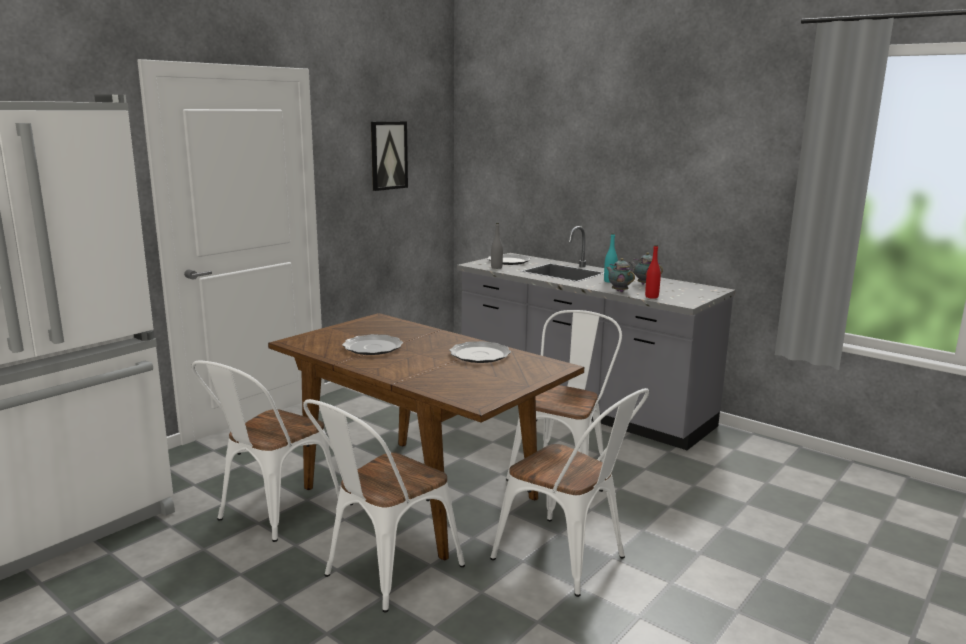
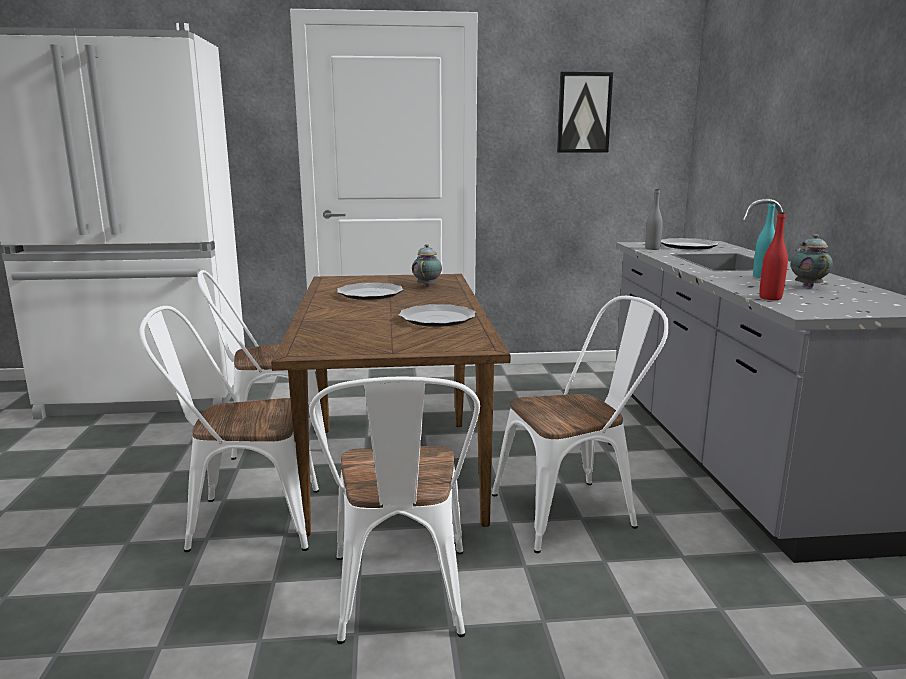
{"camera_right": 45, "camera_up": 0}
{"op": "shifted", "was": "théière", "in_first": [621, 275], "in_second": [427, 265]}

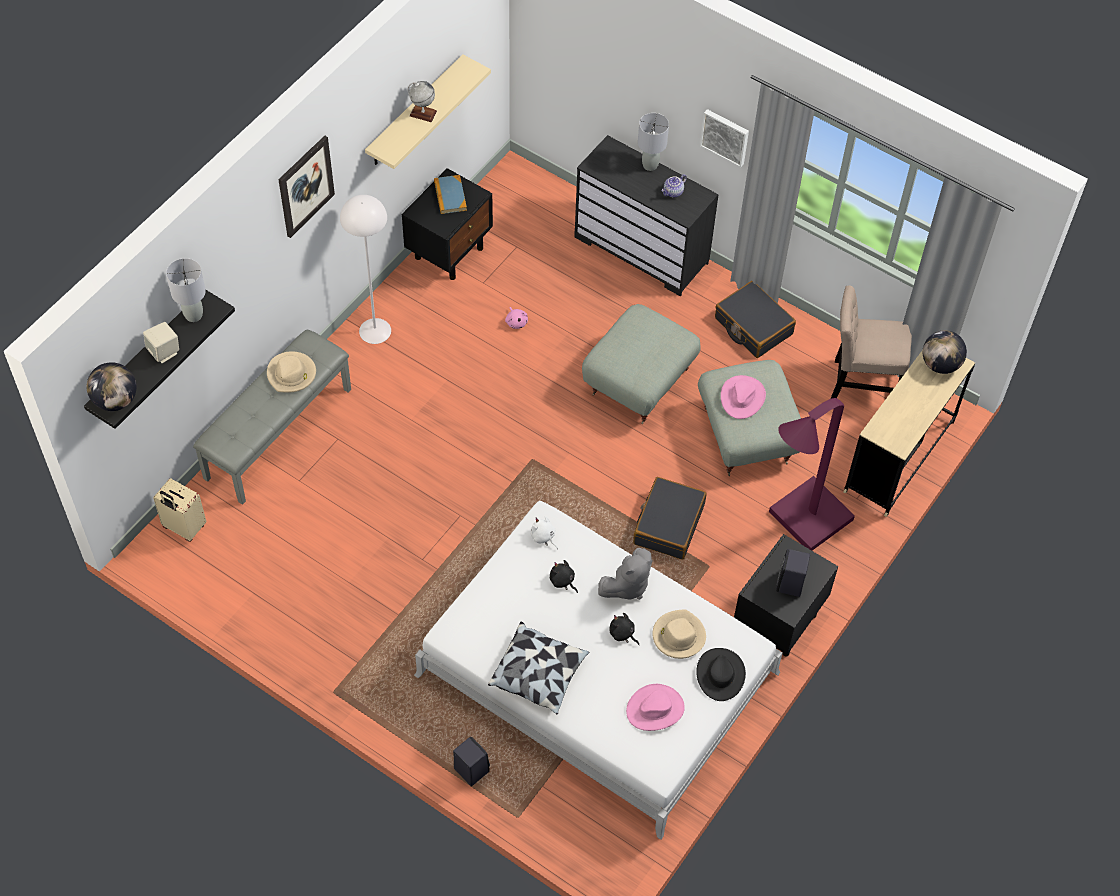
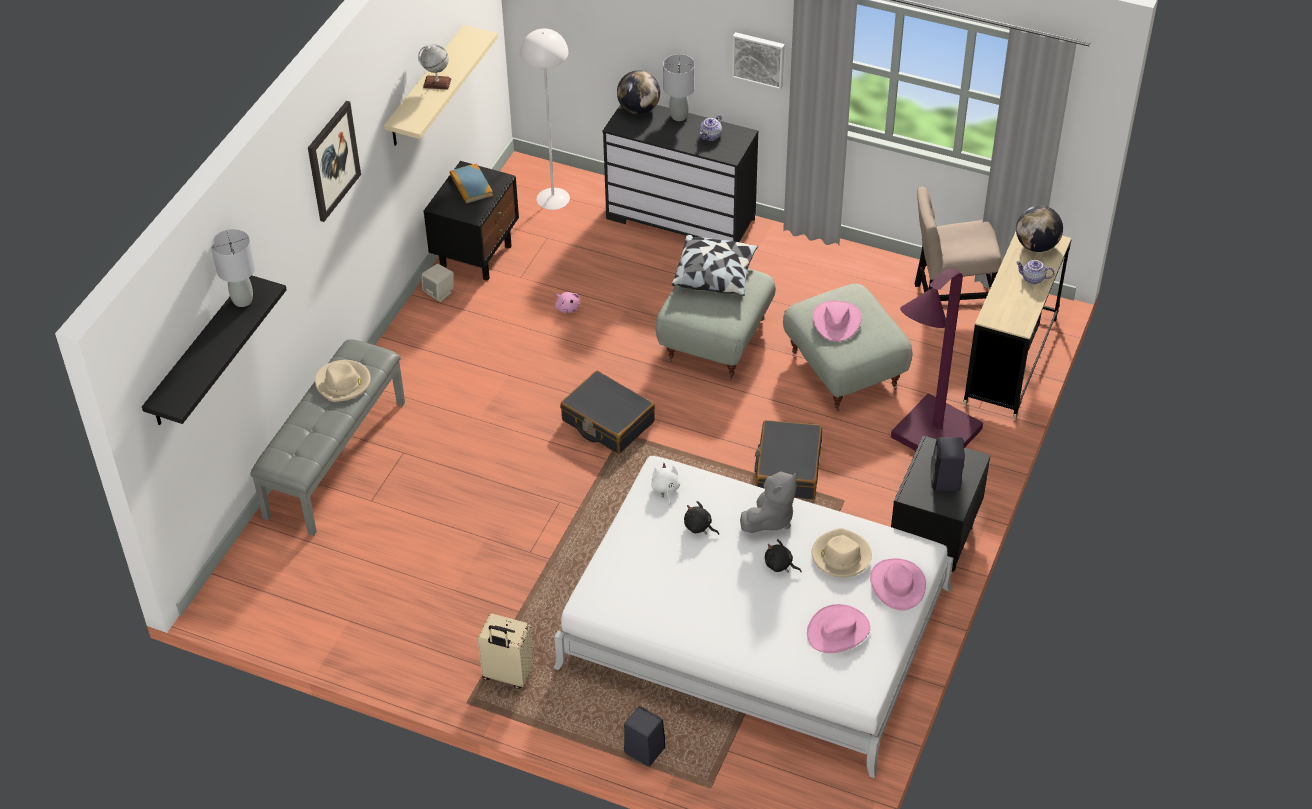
{"camera_right": -10, "camera_up": -10}
{"op": "new", "now": "théière", "in_second": [1035, 272]}
{"op": "shifted", "was": "globe", "in_first": [111, 386], "in_second": [638, 92]}
{"op": "shifted", "was": "enceinte [beige]", "in_first": [161, 342], "in_second": [438, 283]}
{"op": "shifted", "was": "valise [beige]", "in_first": [180, 510], "in_second": [505, 651]}
{"op": "shifted", "was": "lampadaire [blanc]", "in_first": [365, 269], "in_second": [545, 119]}
{"op": "shifted", "was": "coussin", "in_first": [538, 668], "in_second": [715, 265]}
{"op": "shifted", "was": "valise [noir]", "in_first": [755, 319], "in_second": [607, 412]}
{"op": "repainted", "was": "chapeau [noir]", "now": "chapeau [rose]", "in_first": [721, 674], "in_second": [898, 584]}
{"op": "rotated", "was": "peluche [blanc]", "in_first": [544, 532], "in_second": [665, 483], "clockwise": 45}

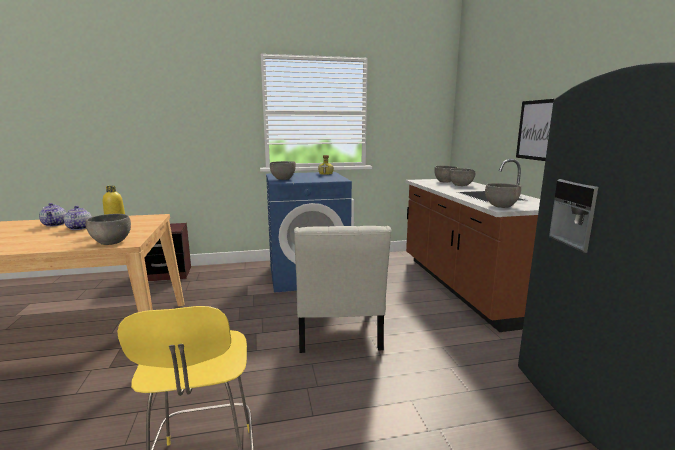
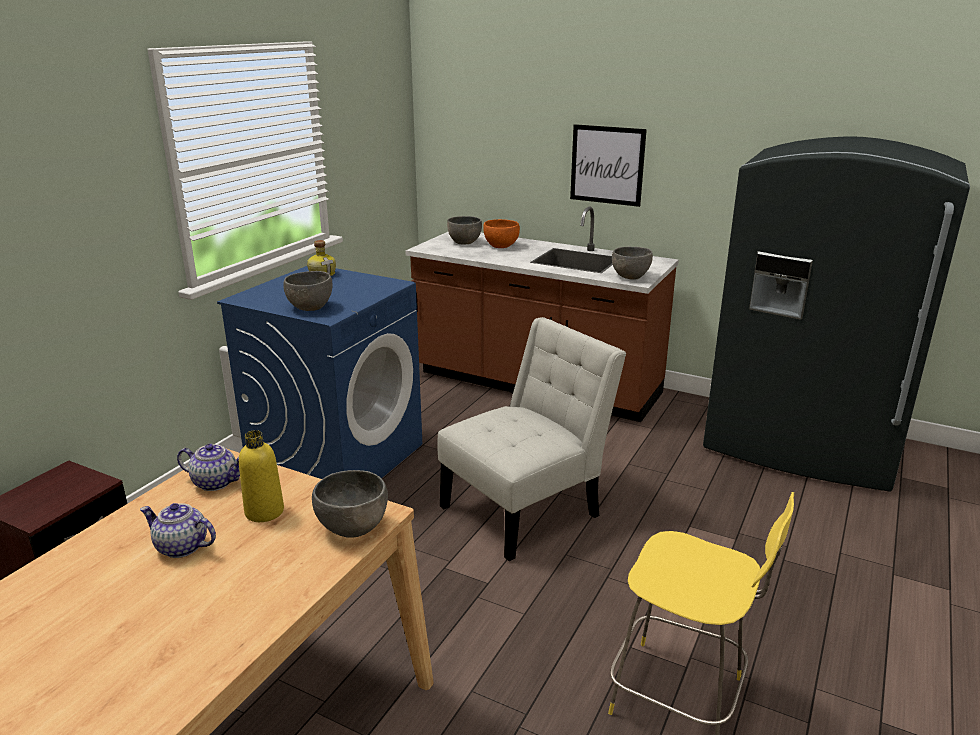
{"camera_right": -50, "camera_up": 10}
{"op": "shifted", "was": "théière", "in_first": [52, 215], "in_second": [208, 467]}
{"op": "repainted", "was": "bol [gris]", "now": "bol [orange]", "in_first": [462, 177], "in_second": [501, 233]}
{"op": "rotated", "was": "chaise [blanc]", "in_first": [343, 289], "in_second": [531, 439], "clockwise": -75}

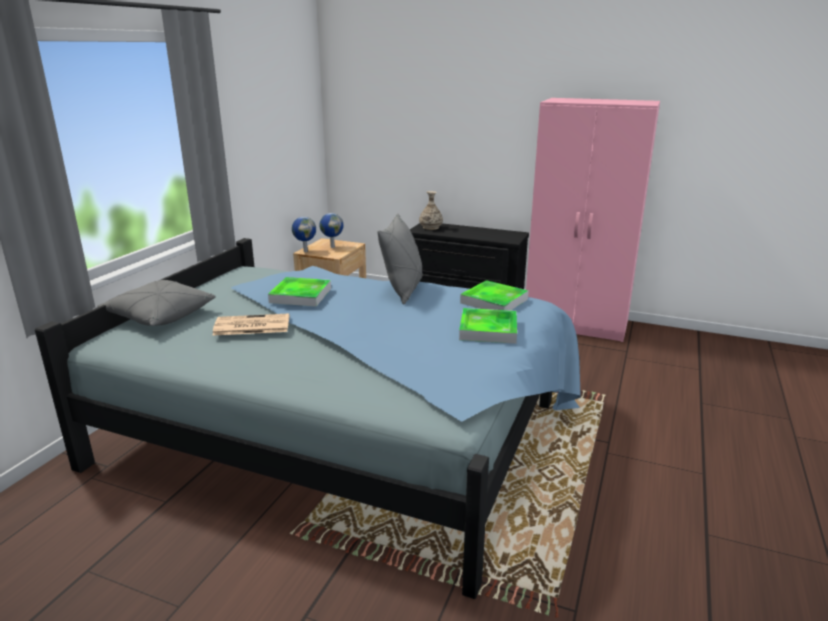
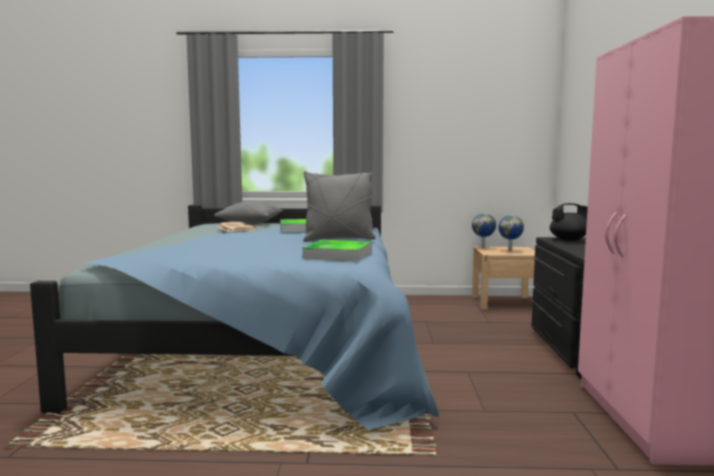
{"camera_right": 70, "camera_up": -15}
{"op": "gone", "was": "plateau", "in_first": [488, 326]}
{"op": "swapped", "was": "vase", "now": "théière [noir]", "in_first": [431, 210], "in_second": [569, 222]}

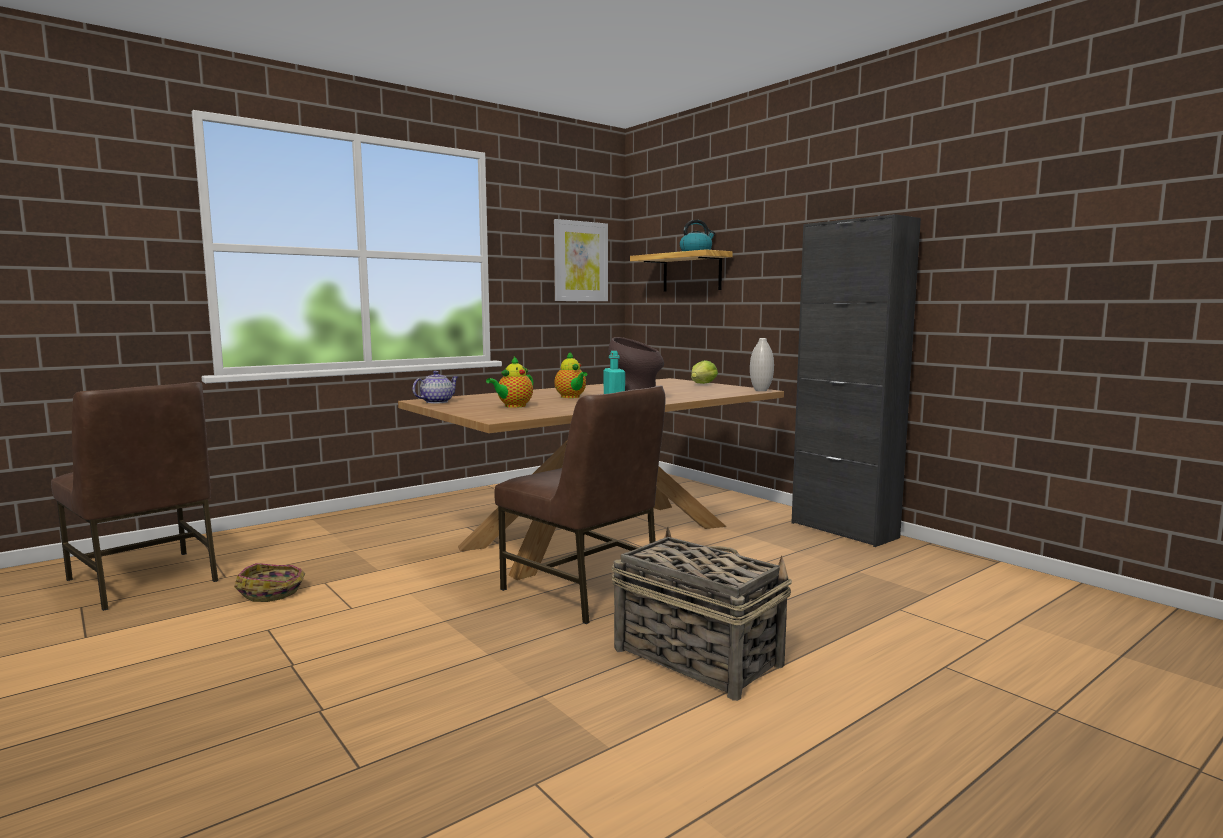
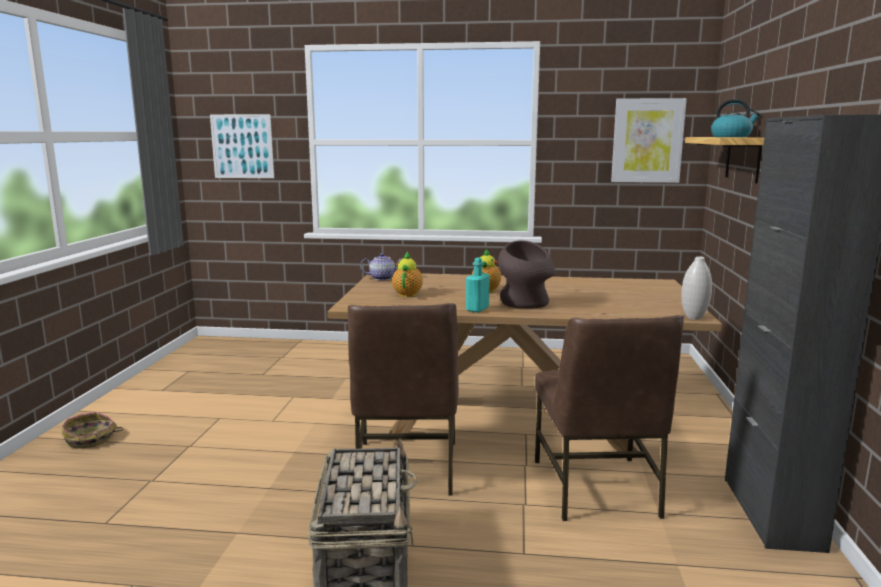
{"camera_right": 45, "camera_up": 5}
{"op": "gone", "was": "laitue", "in_first": [704, 372]}
{"op": "new", "now": "tableau", "in_second": [242, 146]}
{"op": "shifted", "was": "chaise [marron]", "in_first": [134, 496], "in_second": [609, 418]}
{"op": "shifted", "was": "panier", "in_first": [269, 582], "in_second": [92, 430]}
{"op": "rotated", "was": "théière", "in_first": [509, 382], "in_second": [407, 274], "clockwise": 105}

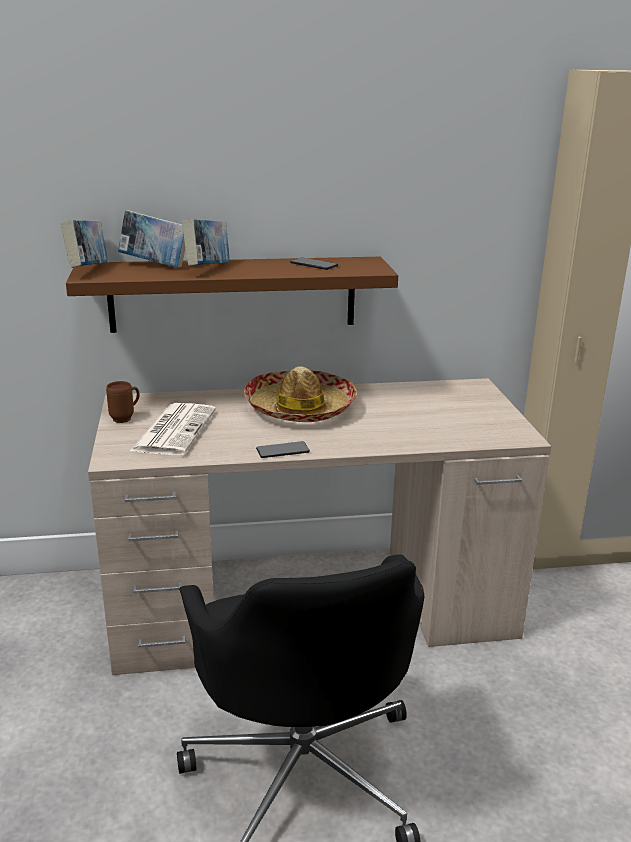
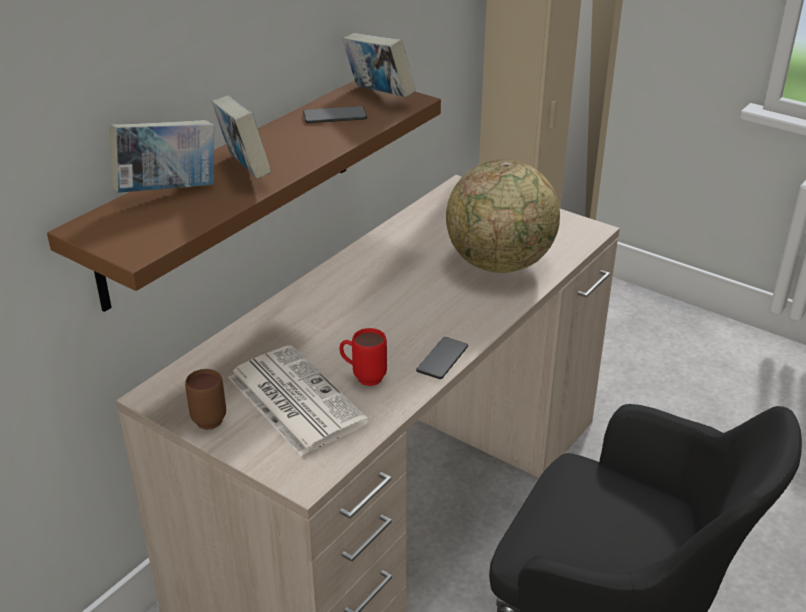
{"camera_right": -45, "camera_up": 10}
{"op": "gone", "was": "chapeau", "in_first": [300, 394]}
{"op": "new", "now": "mug [rouge]", "in_second": [363, 357]}
{"op": "new", "now": "globe", "in_second": [503, 216]}
{"op": "shifted", "was": "livre", "in_first": [84, 244], "in_second": [379, 65]}

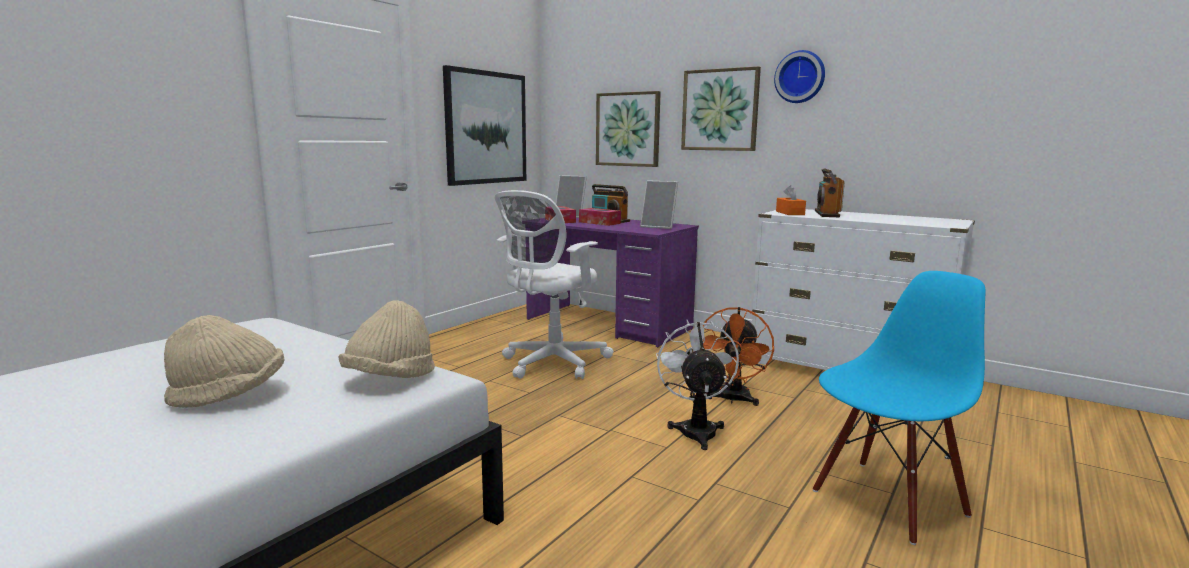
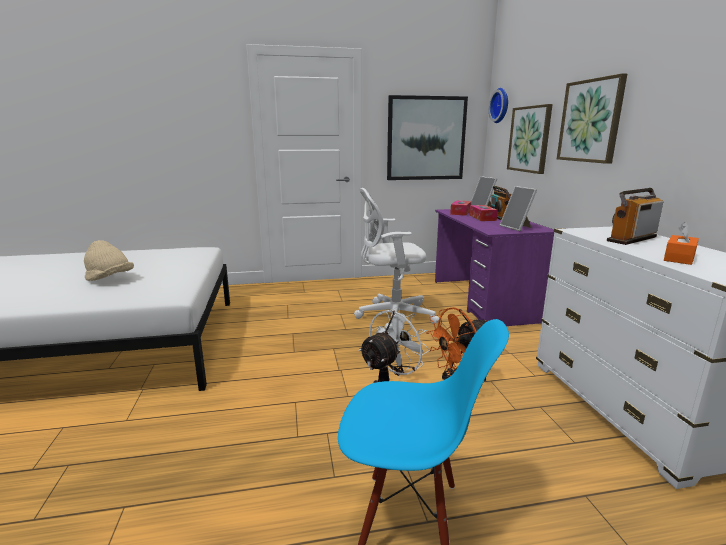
{"camera_right": 45, "camera_up": 5}
{"op": "gone", "was": "chapeau [beige]", "in_first": [387, 339]}
{"op": "shifted", "was": "horloge murale", "in_first": [799, 76], "in_second": [498, 105]}
{"op": "shifted", "was": "boîte à mouchoirs [orange]", "in_first": [791, 200], "in_second": [681, 243]}

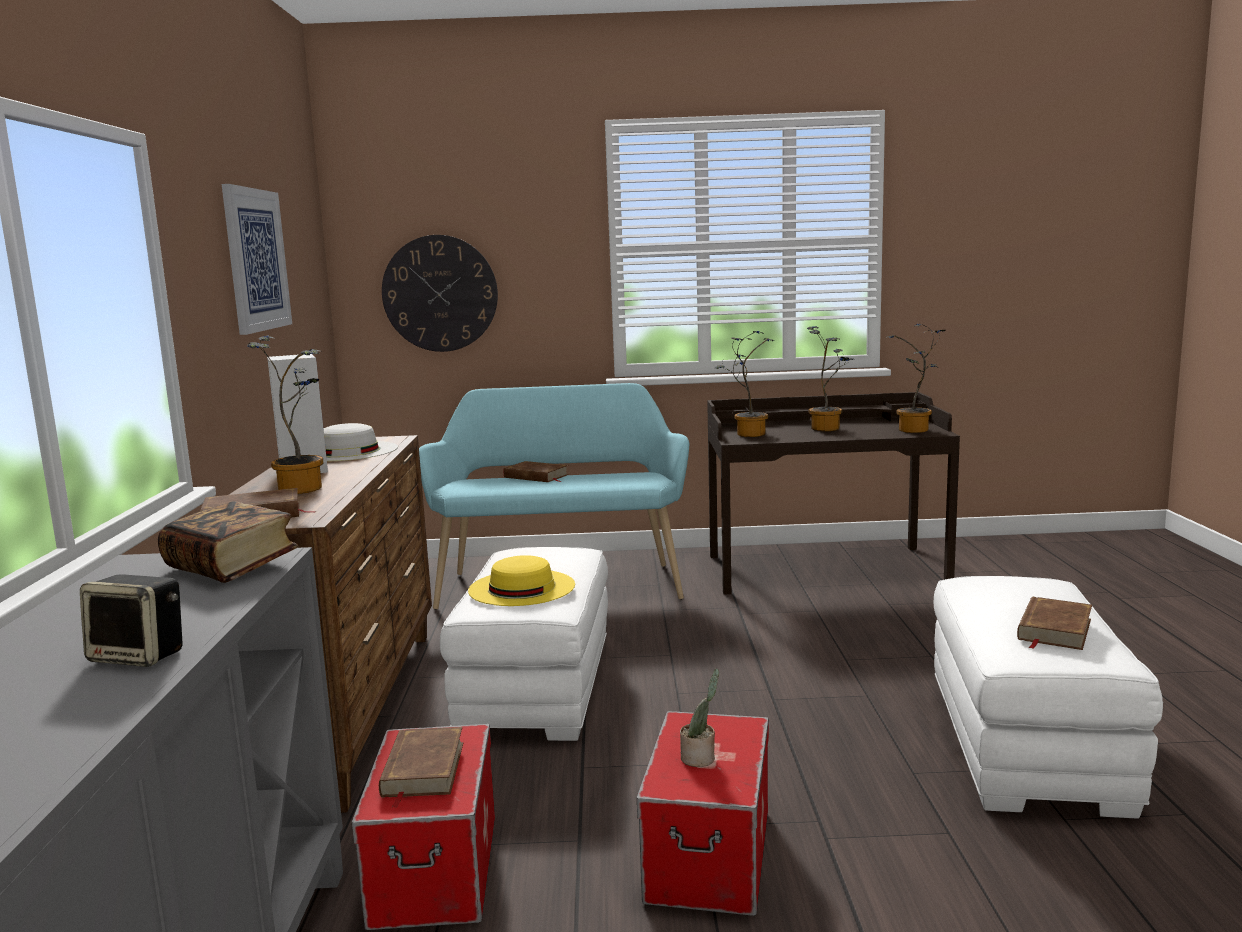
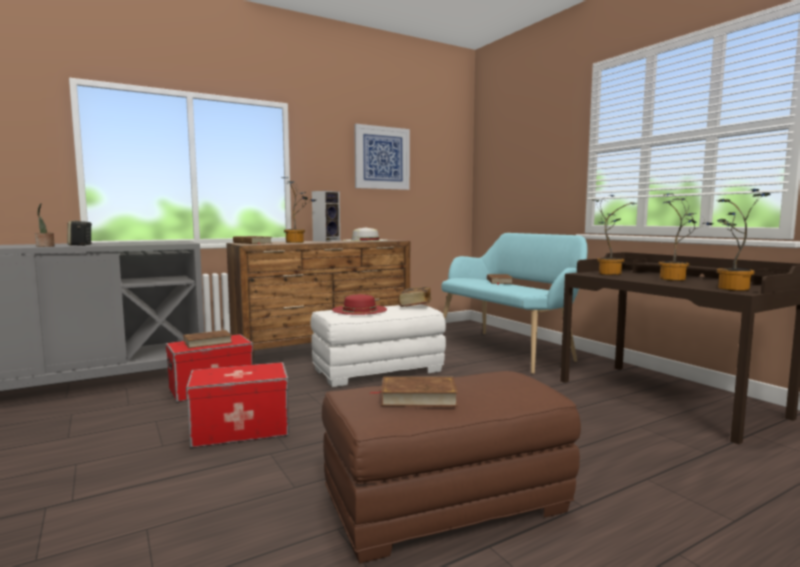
{"camera_right": 60, "camera_up": -5}
{"op": "gone", "was": "horloge murale", "in_first": [440, 293]}
{"op": "shifted", "was": "livre", "in_first": [228, 542], "in_second": [414, 297]}
{"op": "shifted", "was": "plante en pot", "in_first": [699, 718], "in_second": [45, 225]}
{"op": "repainted", "was": "chapeau [jaune]", "now": "chapeau [rouge]", "in_first": [521, 580], "in_second": [359, 304]}
{"op": "repainted", "was": "pouf [blanc]", "now": "pouf [marron]", "in_first": [1048, 697], "in_second": [451, 467]}

